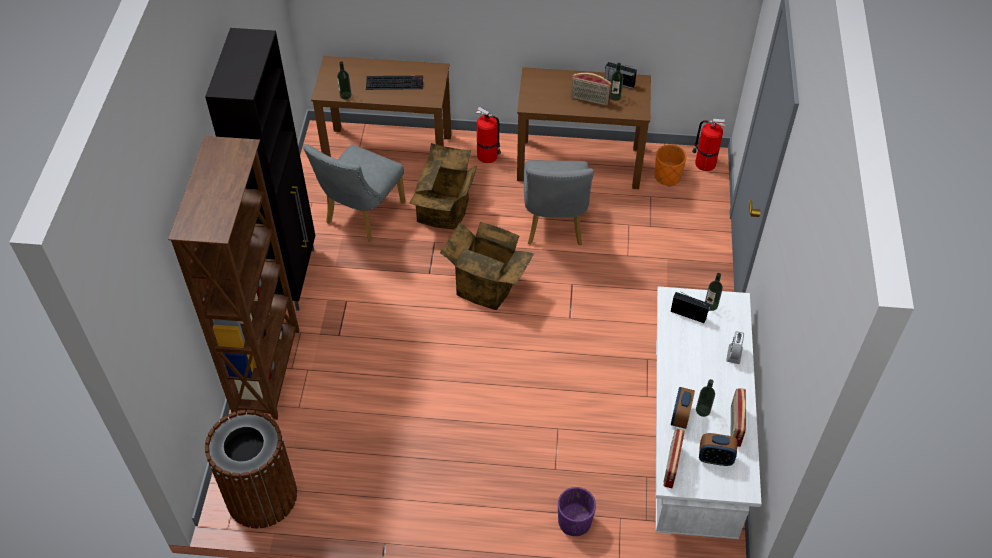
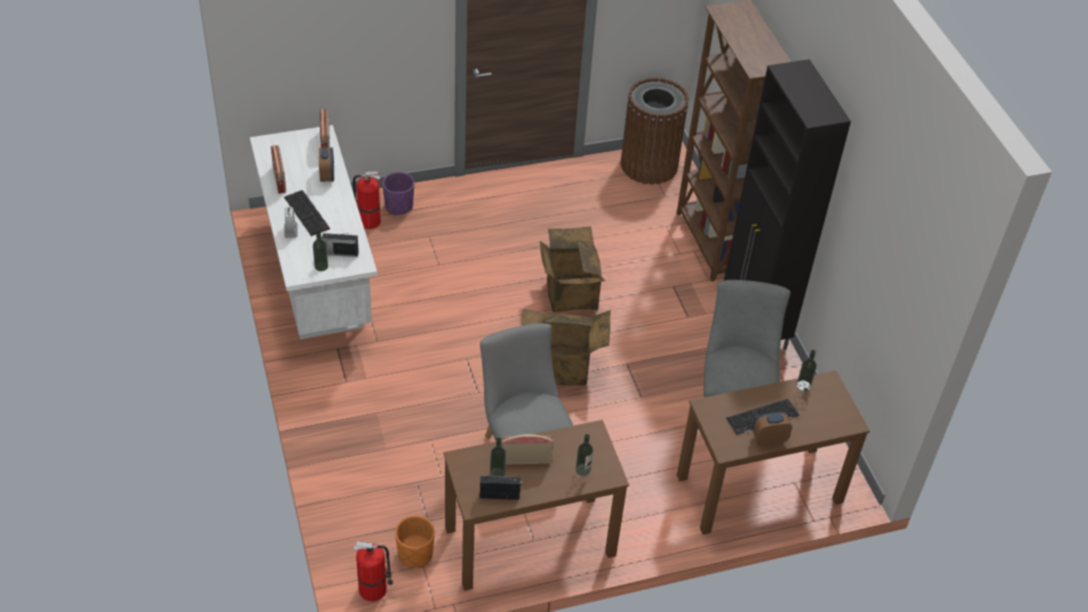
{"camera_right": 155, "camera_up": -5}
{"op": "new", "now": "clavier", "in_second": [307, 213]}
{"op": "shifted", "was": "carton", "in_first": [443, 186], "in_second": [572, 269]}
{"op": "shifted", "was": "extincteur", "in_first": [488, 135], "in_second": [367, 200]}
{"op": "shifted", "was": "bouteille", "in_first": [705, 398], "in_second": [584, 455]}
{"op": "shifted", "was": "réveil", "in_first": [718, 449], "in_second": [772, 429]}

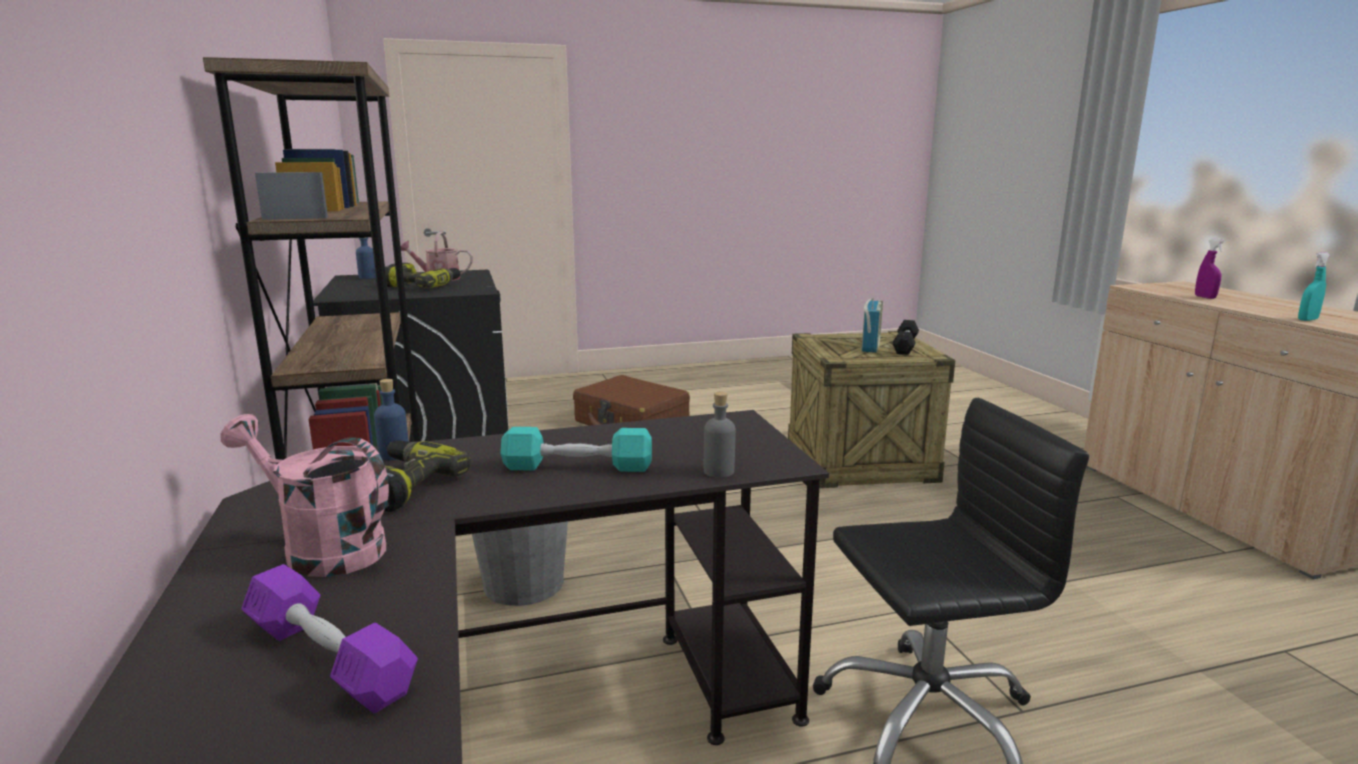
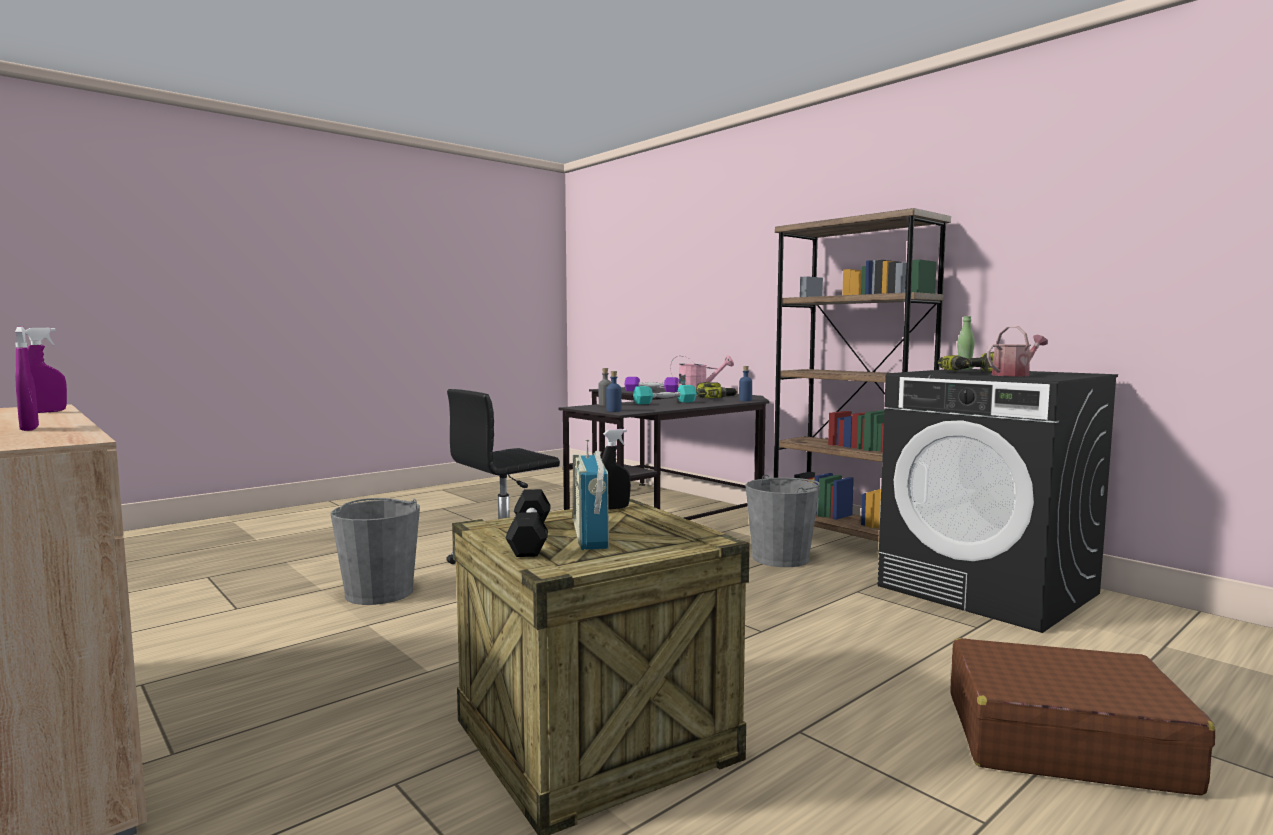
{"camera_right": 155, "camera_up": -10}
{"op": "new", "now": "seau [gris]", "in_second": [375, 551]}
{"op": "new", "now": "vaporisateur [noir]", "in_second": [616, 469]}
{"op": "new", "now": "bouteille [vert]", "in_second": [966, 343]}
{"op": "shifted", "was": "bouteille [bleu]", "in_first": [366, 258], "in_second": [614, 391]}
{"op": "repainted", "was": "vaporisateur [turquoise]", "now": "vaporisateur [violet]", "in_first": [1314, 286], "in_second": [46, 370]}

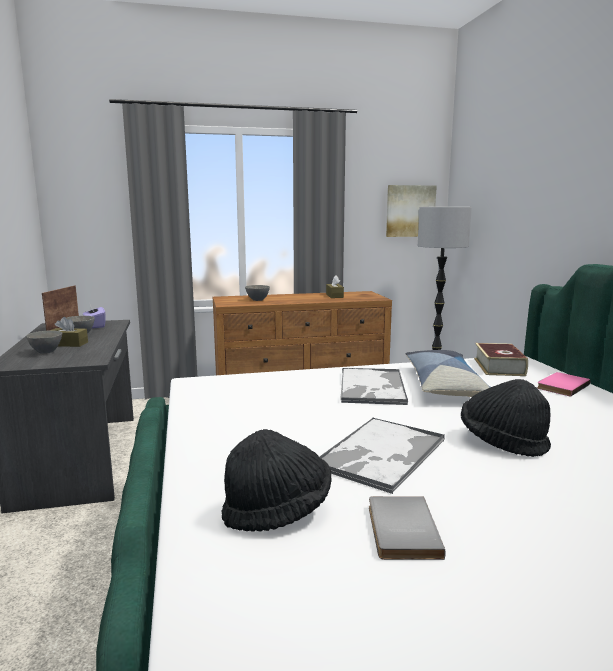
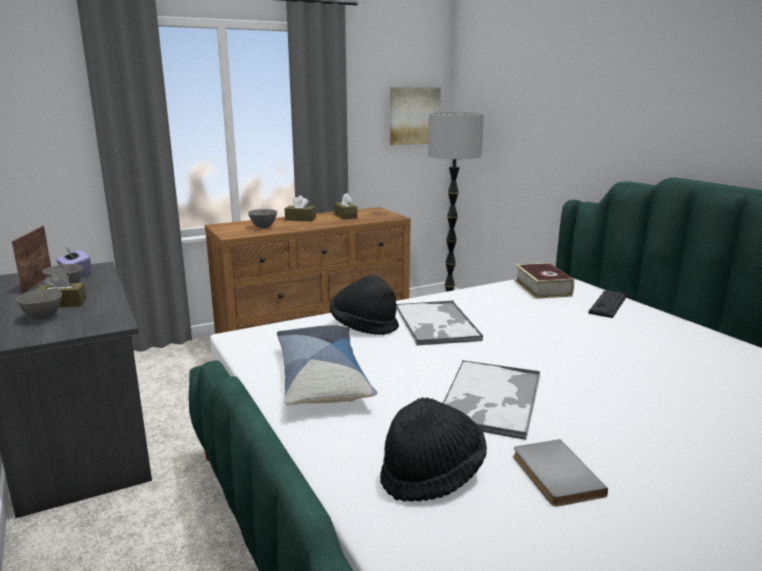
{"camera_right": -15, "camera_up": 5}
{"op": "new", "now": "boîte à mouchoirs [marron]", "in_second": [300, 208]}
{"op": "shifted", "was": "coussin", "in_first": [448, 373], "in_second": [327, 365]}
{"op": "shifted", "was": "chapeau [noir]", "in_first": [506, 418], "in_second": [364, 305]}
{"op": "swapped", "was": "livre [rose]", "now": "clavier", "in_first": [563, 384], "in_second": [608, 304]}

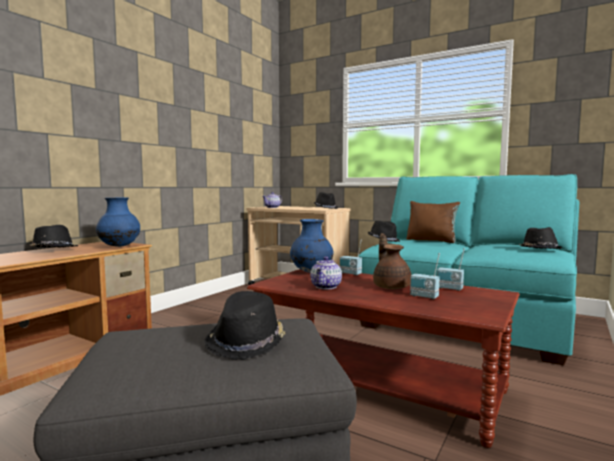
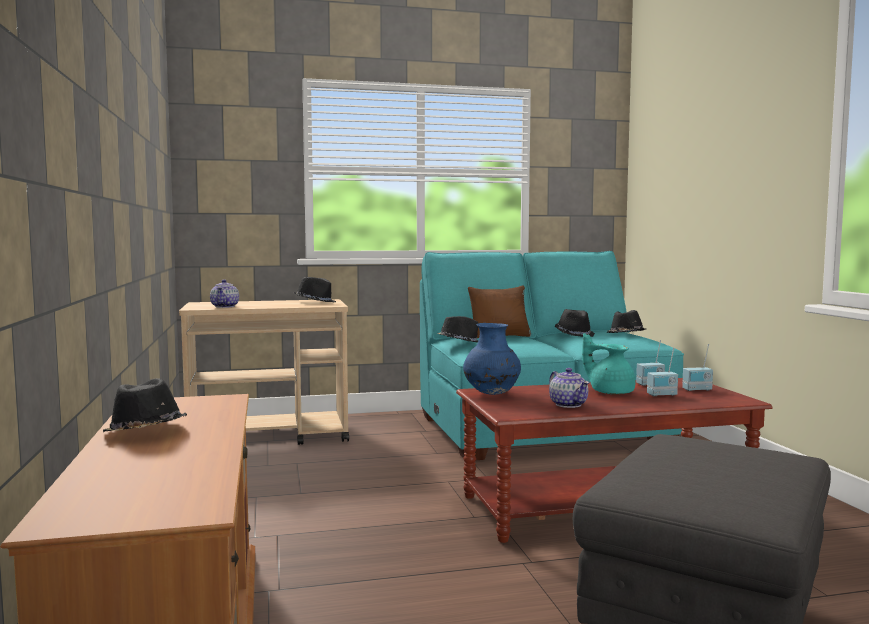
{"camera_right": -45, "camera_up": 0}
{"op": "gone", "was": "vase [bleu]", "in_first": [118, 222]}
{"op": "shifted", "was": "chapeau [noir]", "in_first": [245, 325], "in_second": [575, 323]}
{"op": "shifted", "was": "radio", "in_first": [351, 257], "in_second": [697, 367]}
{"op": "repainted", "was": "théière [marron]", "now": "théière [turquoise]", "in_first": [392, 261], "in_second": [608, 364]}

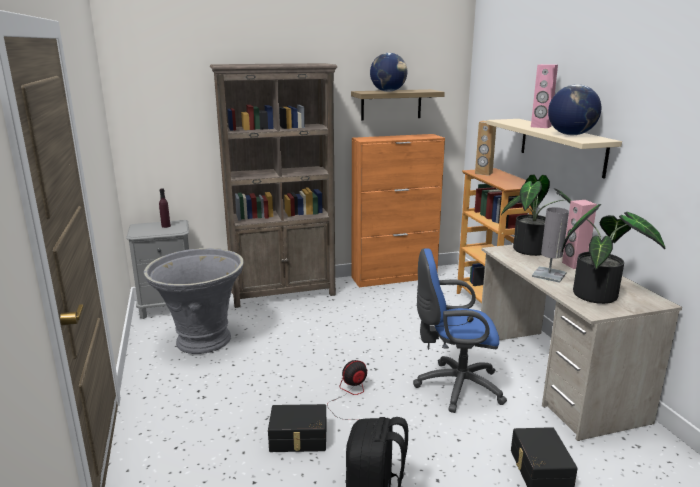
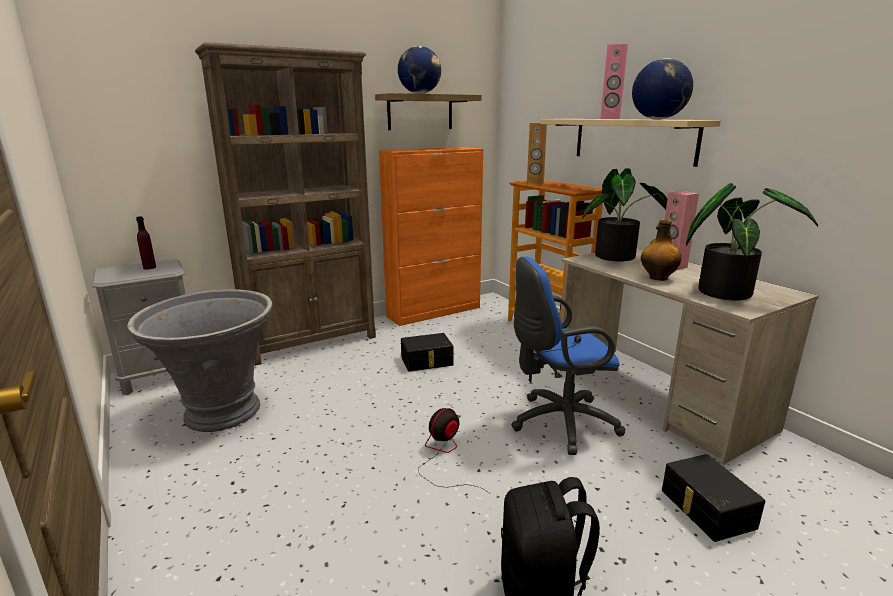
{"camera_right": -15, "camera_up": 0}
{"op": "shifted", "was": "boîte de rangement [noir]", "in_first": [297, 428], "in_second": [427, 352]}
{"op": "swapped", "was": "lampe de table [gris]", "now": "bouteille", "in_first": [550, 245], "in_second": [661, 250]}

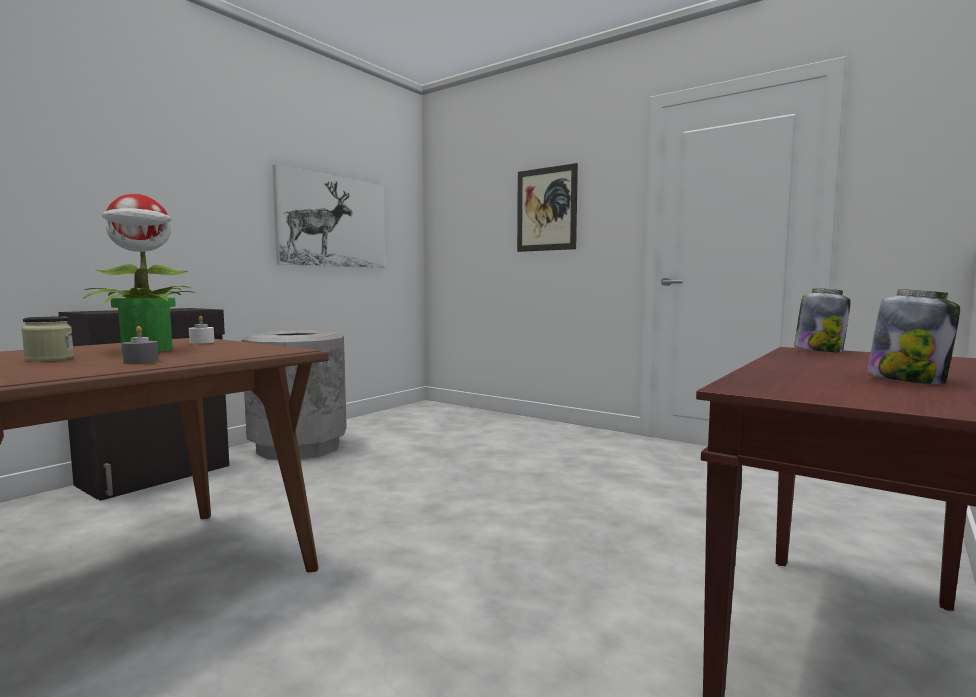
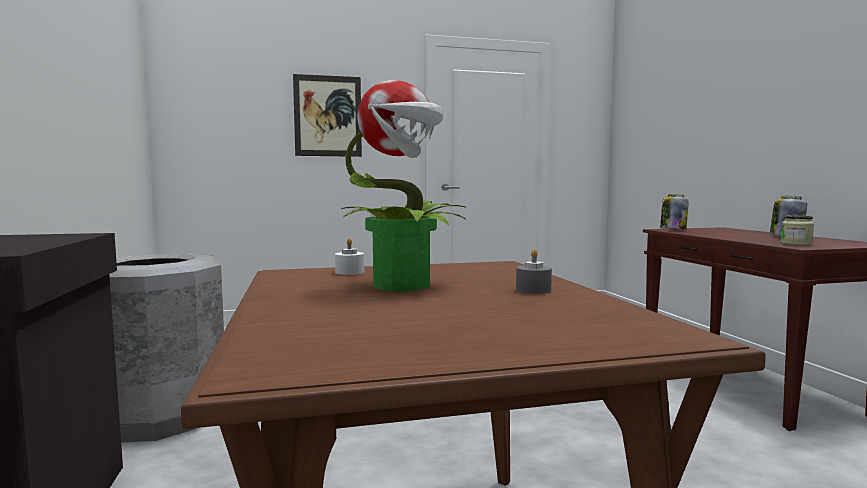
{"camera_right": -50, "camera_up": 0}
{"op": "gone", "was": "tableau", "in_first": [329, 216]}
{"op": "shifted", "was": "bocal", "in_first": [47, 339], "in_second": [797, 230]}

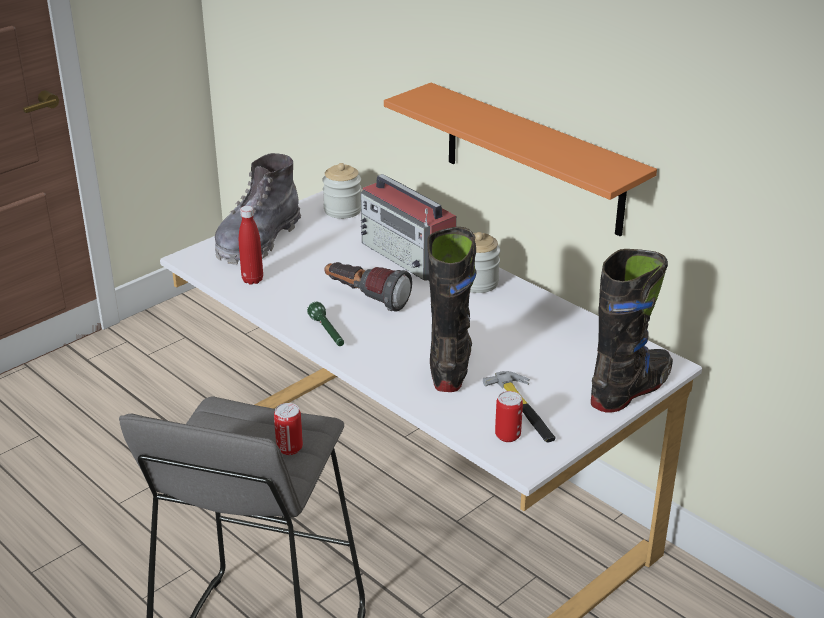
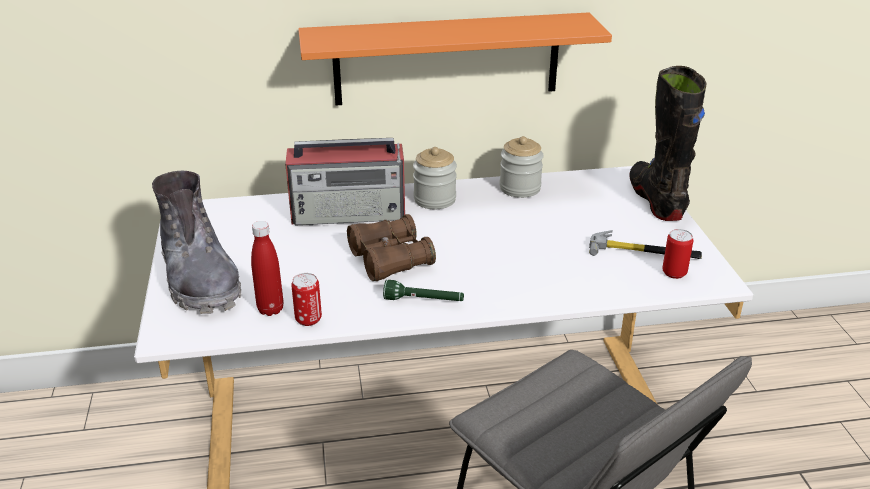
{"camera_right": -55, "camera_up": 0}
{"op": "gone", "was": "botte [noir]", "in_first": [451, 309]}
{"op": "shifted", "was": "boîte métallique", "in_first": [288, 429], "in_second": [306, 299]}
{"op": "shifted", "was": "bocal", "in_first": [341, 191], "in_second": [521, 167]}
{"op": "swapped", "was": "lampe de poche", "now": "jumelles [marron]", "in_first": [368, 286], "in_second": [391, 247]}

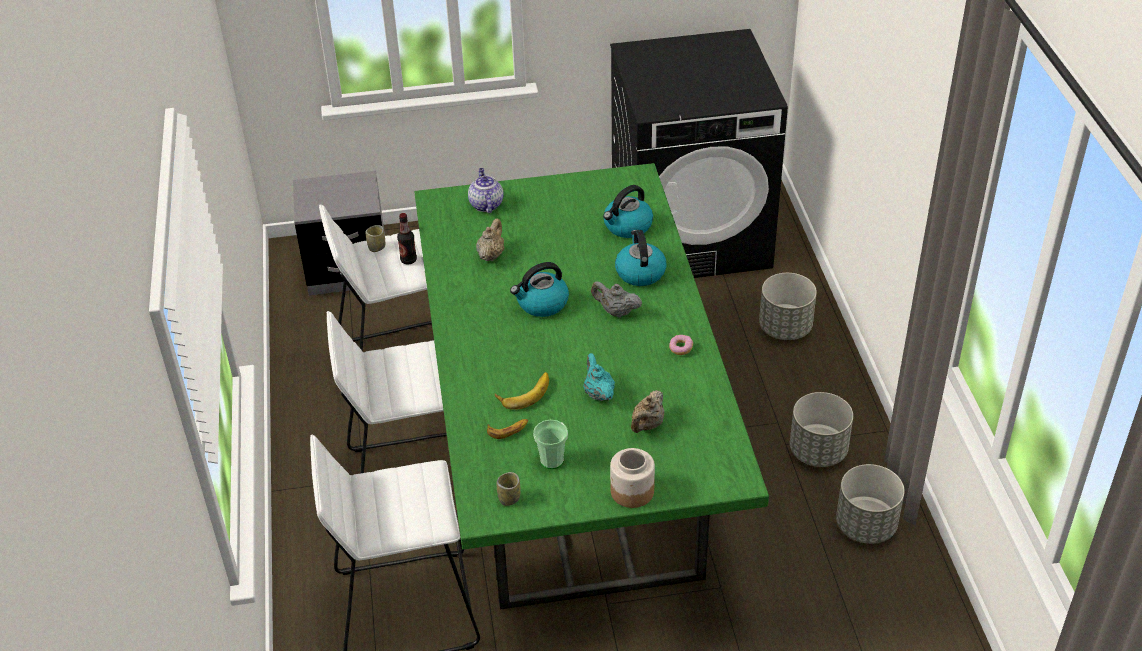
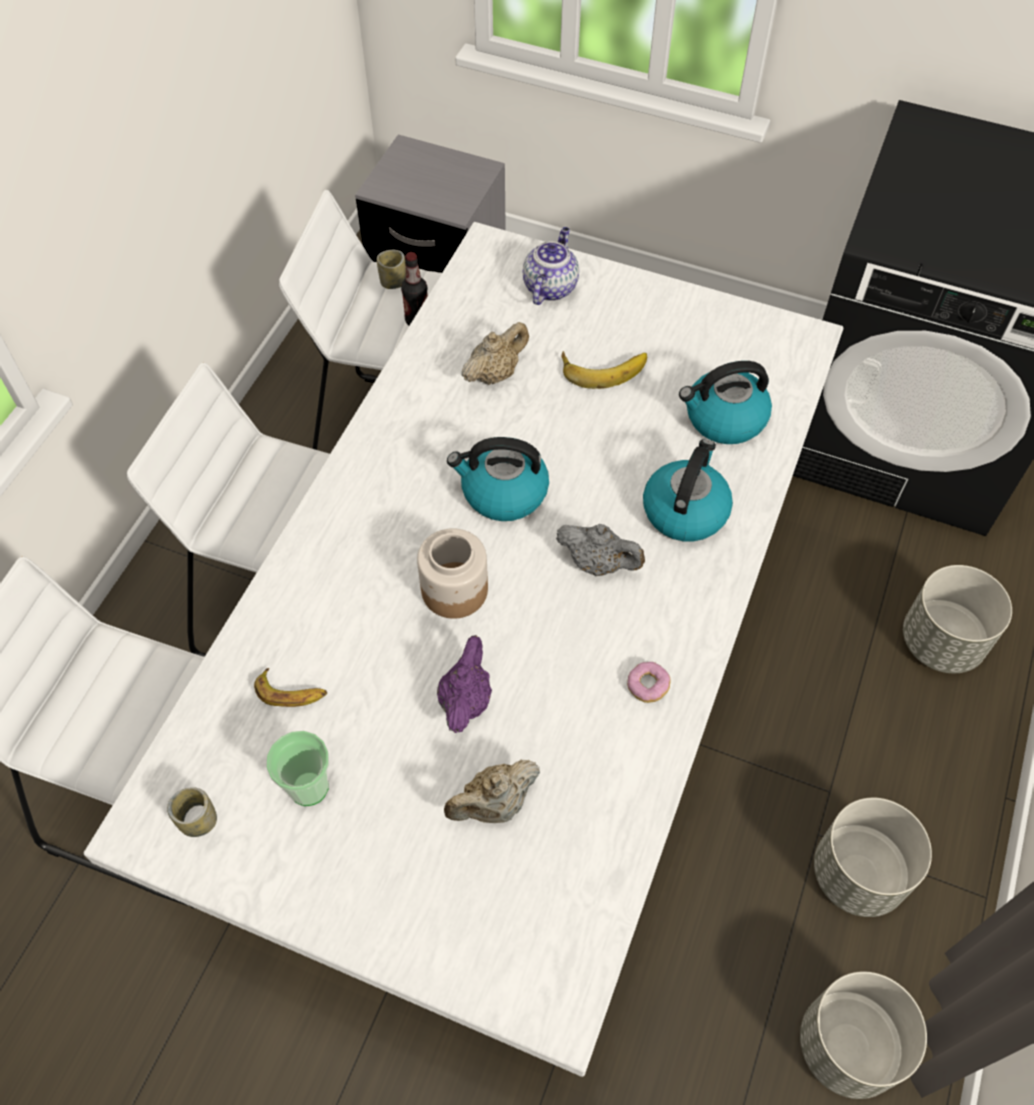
{"camera_right": 30, "camera_up": 15}
{"op": "shifted", "was": "banane", "in_first": [522, 391], "in_second": [604, 370]}
{"op": "shifted", "was": "bocal", "in_first": [632, 478], "in_second": [452, 573]}
{"op": "repainted", "was": "table à manger [vert]", "now": "table à manger [blanc]", "in_first": [591, 386], "in_second": [463, 649]}
{"op": "repainted", "was": "théière [turquoise]", "now": "théière [violet]", "in_first": [599, 377], "in_second": [464, 684]}
{"op": "rotated", "was": "théière [gris]", "in_first": [616, 299], "in_second": [600, 550], "clockwise": 150}

